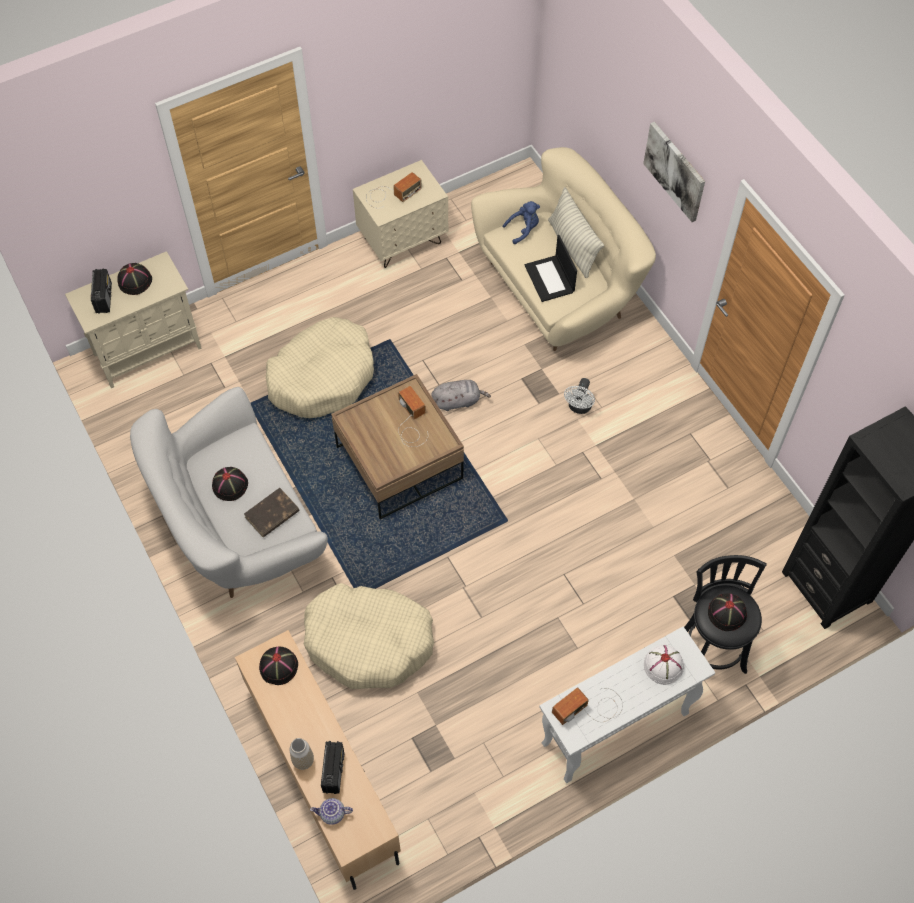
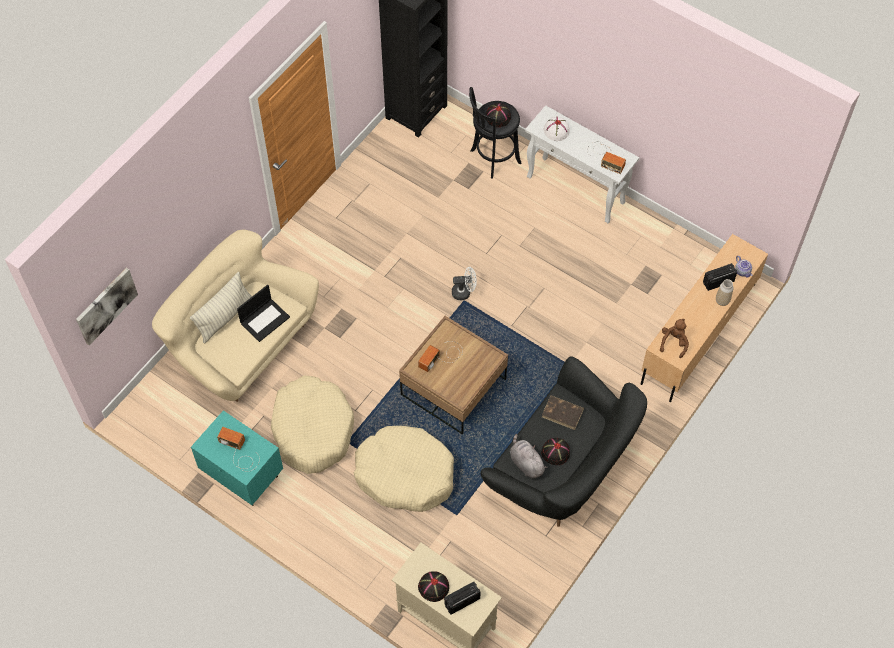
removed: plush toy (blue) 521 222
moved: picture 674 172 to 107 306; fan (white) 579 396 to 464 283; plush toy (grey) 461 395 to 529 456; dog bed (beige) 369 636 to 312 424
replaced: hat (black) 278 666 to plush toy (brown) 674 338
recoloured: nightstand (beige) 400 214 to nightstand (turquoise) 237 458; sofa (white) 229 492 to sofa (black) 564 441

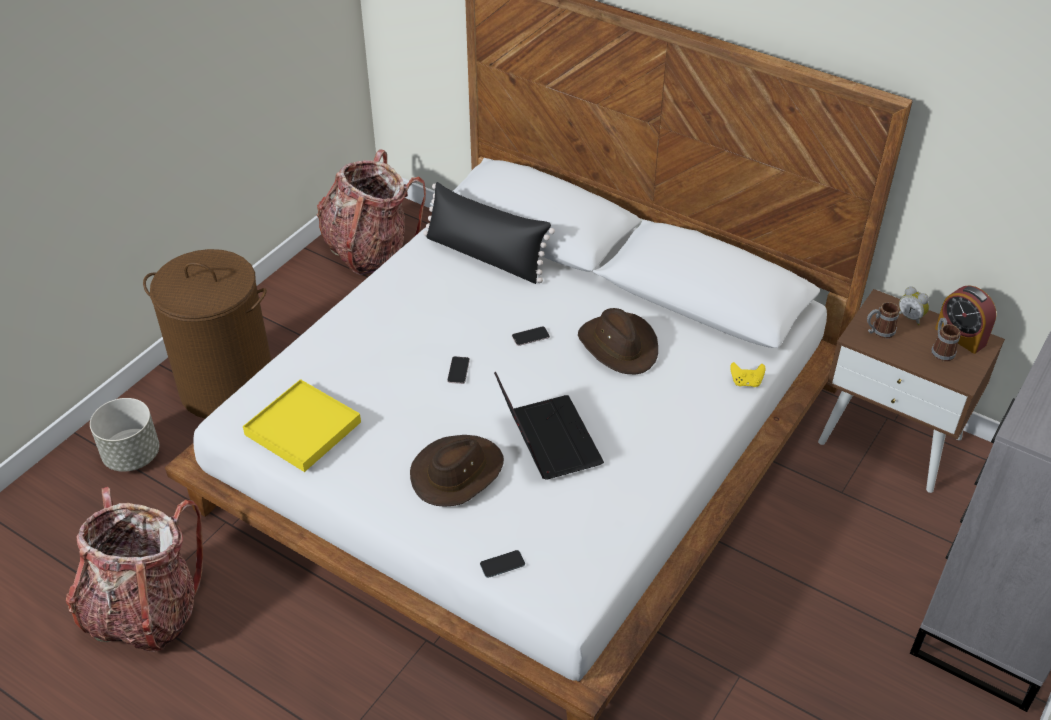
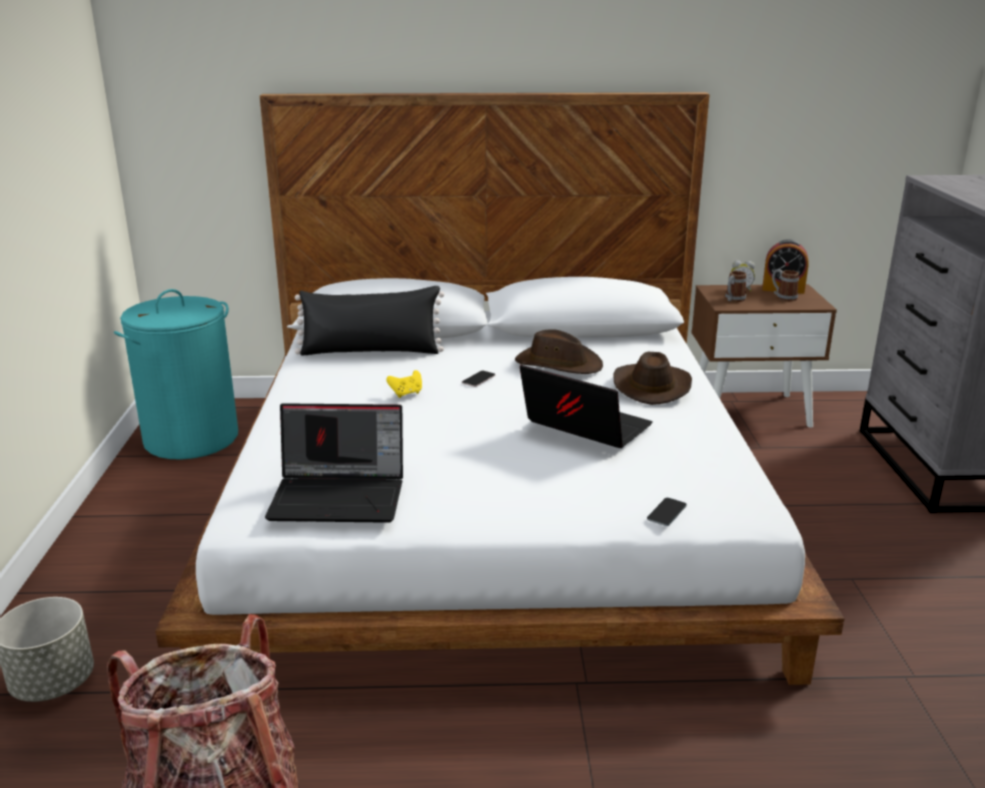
removed: laundry basket (brown) 207 334; phone 458 370
moved: game controller (yellow) 747 374 to 404 384; hat (brown) 457 471 to 652 378
replaced: backpack 371 212 to laundry basket (turquoise) 176 374; tray (yellow) 302 425 to laptop 334 463

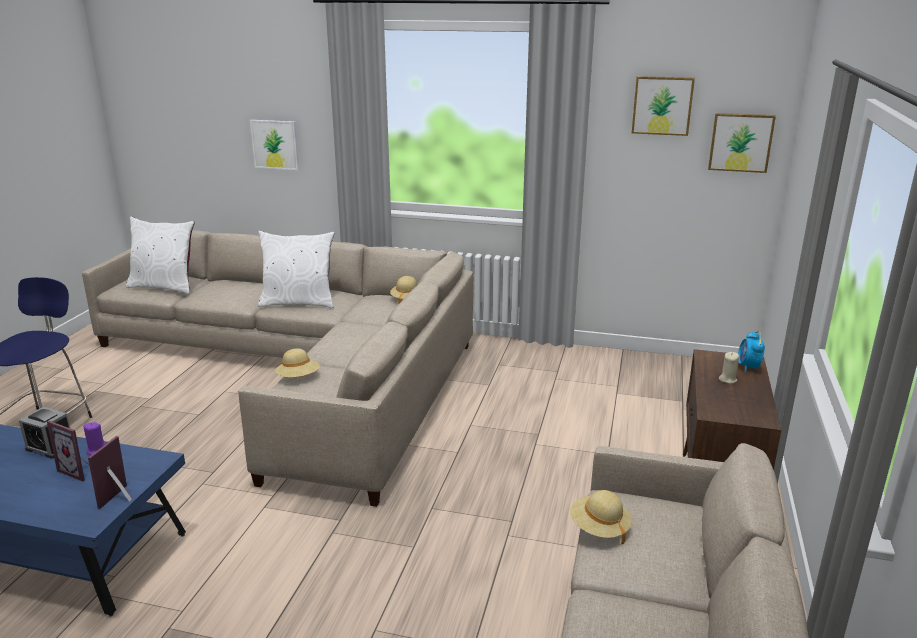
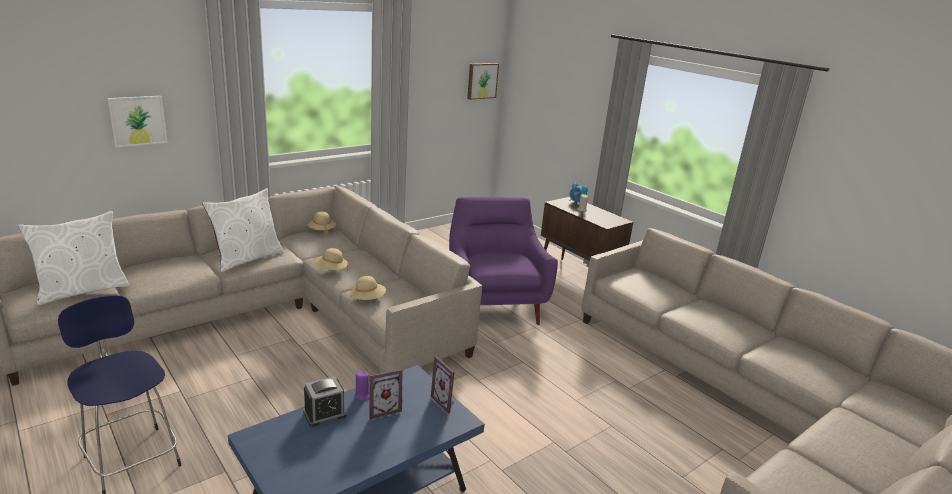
removed: picture 663 106
added: armchair (purple) 503 261
moved: hat (beige) 601 517 to 331 259

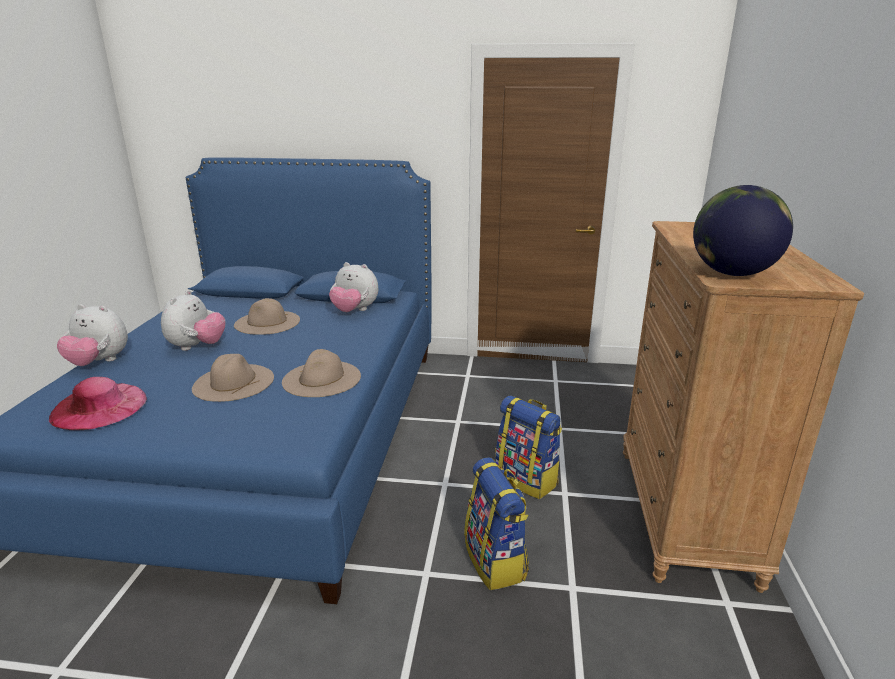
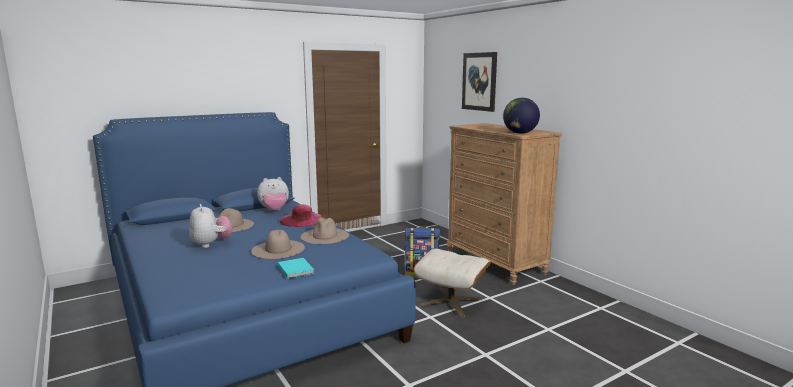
removed: plush toy 92 335
added: picture 479 82; book (turquoise) 296 268
moved: hat (pink) 98 403 to 301 215
replaced: backpack 496 523 to ottoman (beige) 452 283

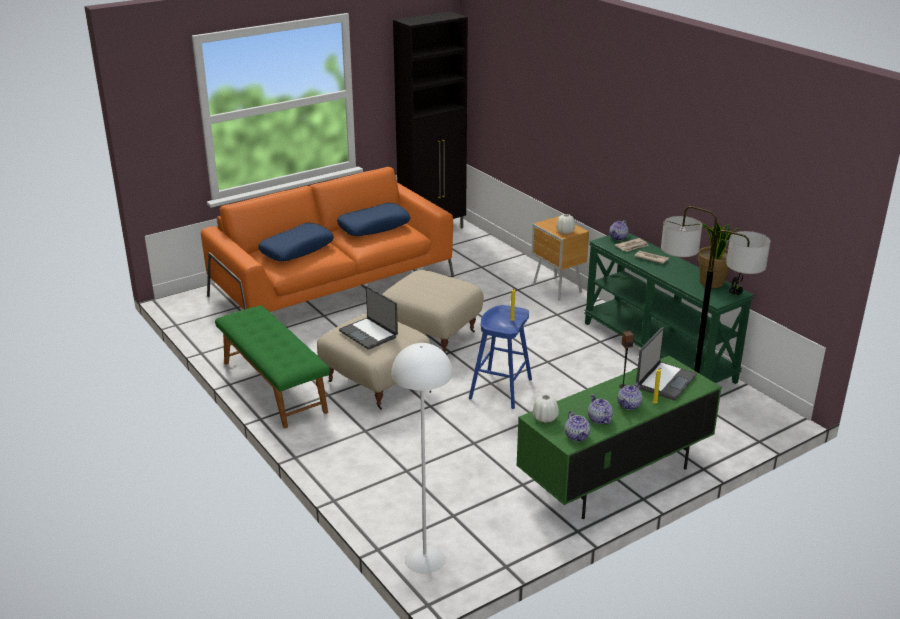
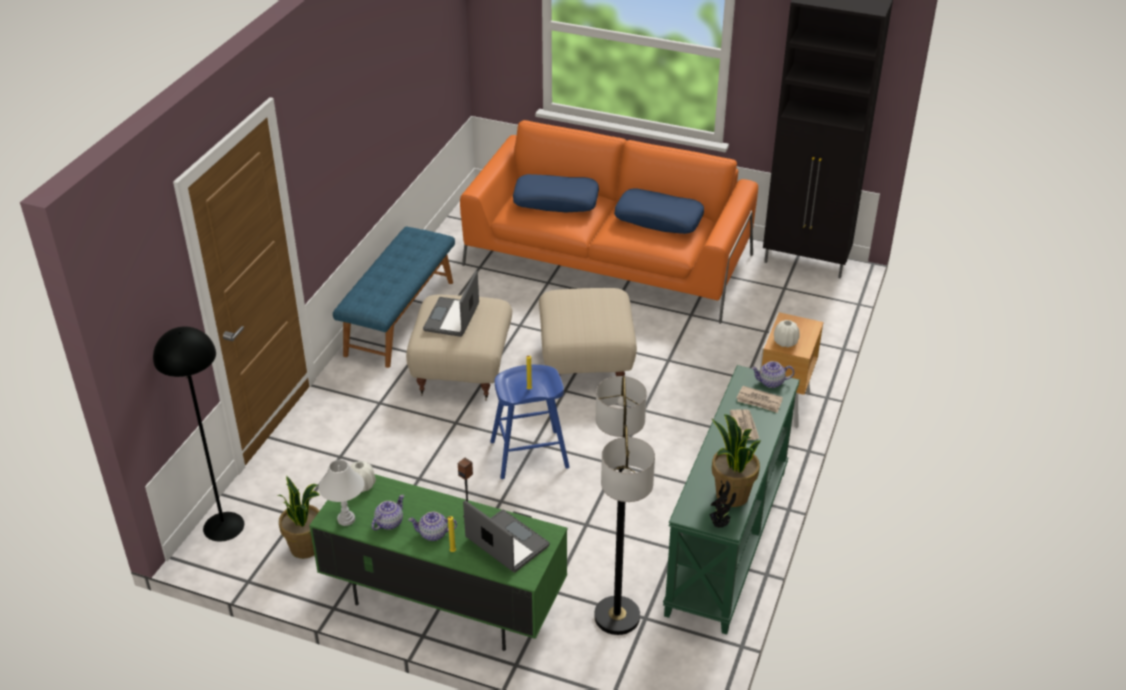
added: potted plant 298 517
replaced: teapot 577 426 to table lamp (white) 341 493
recoloured: bench (green) 272 367 to bench (blue) 394 297; floor lamp (white) 422 458 to floor lamp (black) 198 434
turned: laptop 666 364 = 506 536 135 degrees counterclockwise

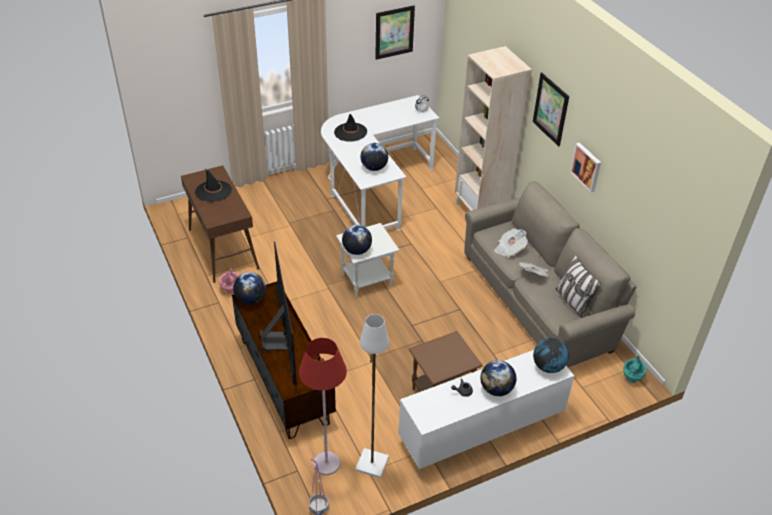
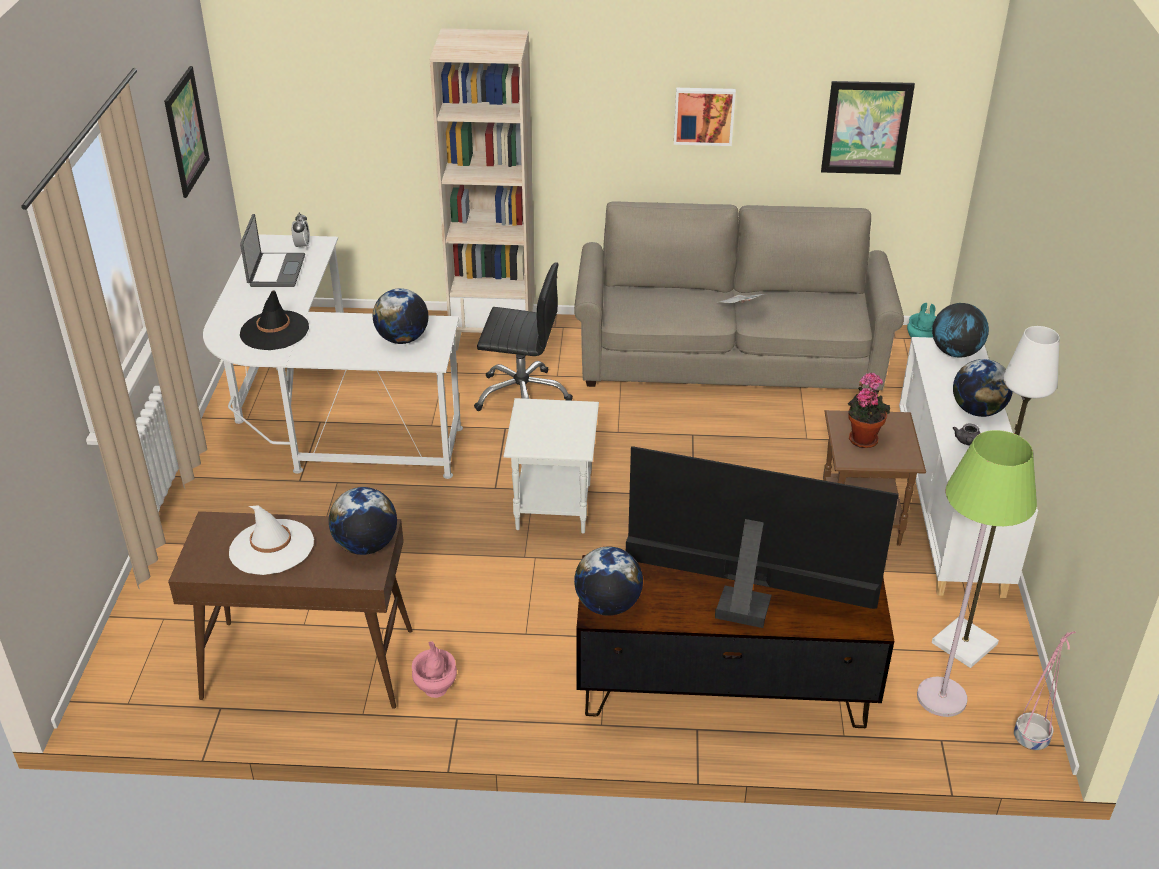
removed: newspaper 511 243; pillow 578 286
added: laptop 272 250; office chair (black) 523 336; potted plant 869 410
moved: picture 551 109 to 868 128; globe 357 240 to 363 521
recoloured: hat (black) 213 185 to hat (white) 271 540; floor lamp (red) 323 406 to floor lamp (green) 977 573

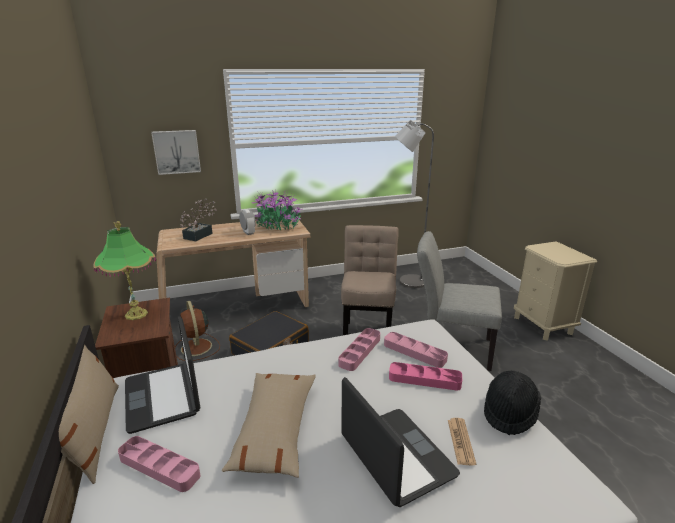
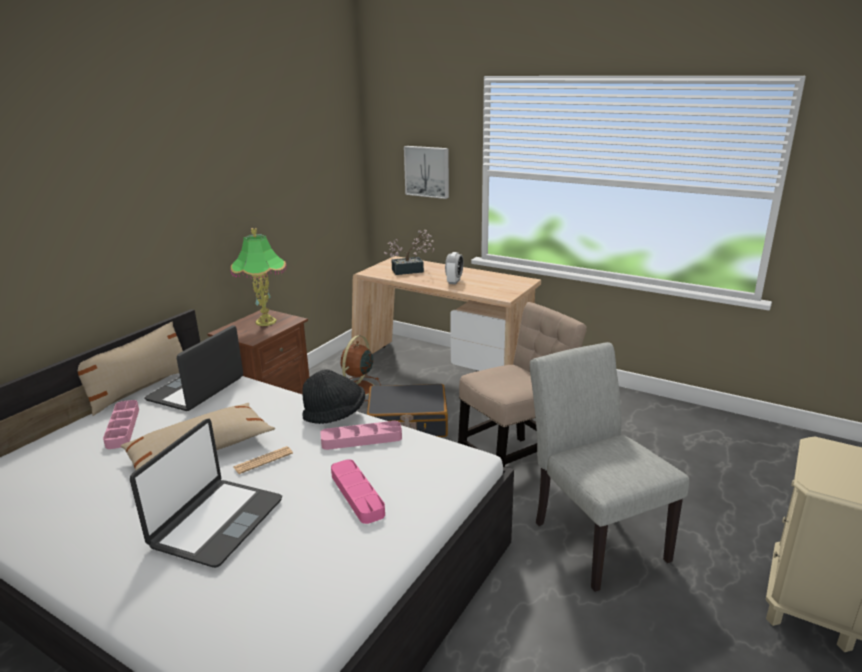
removed: floor lamp (grey) 414 204; potted plant 277 210; tray (pink) 416 350
moved: hat (black) 512 403 to 333 396; newspaper 462 441 to 263 460

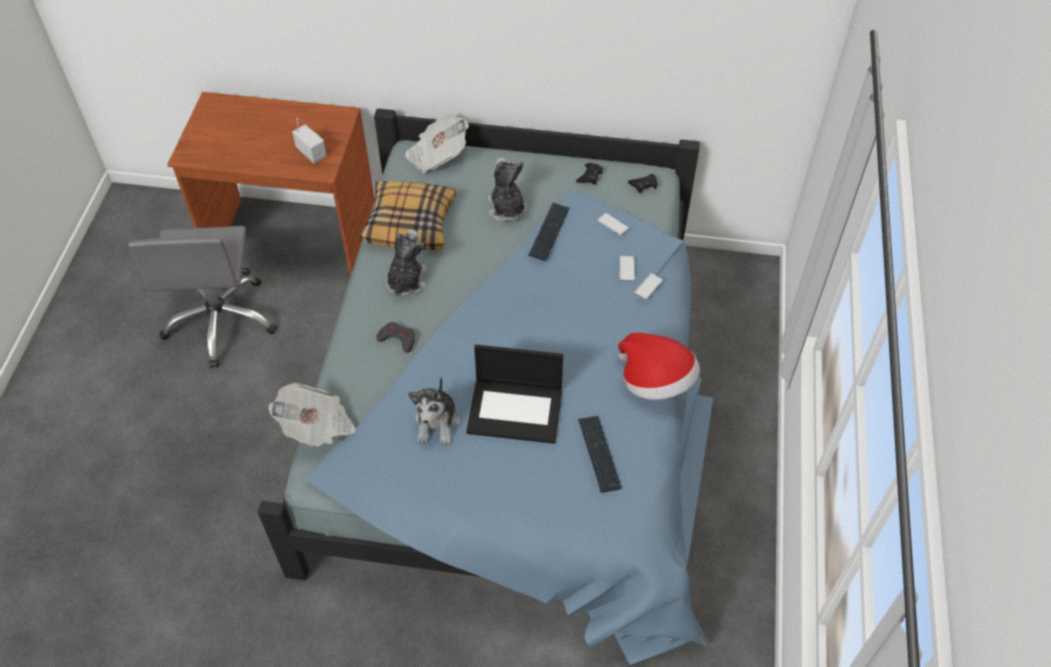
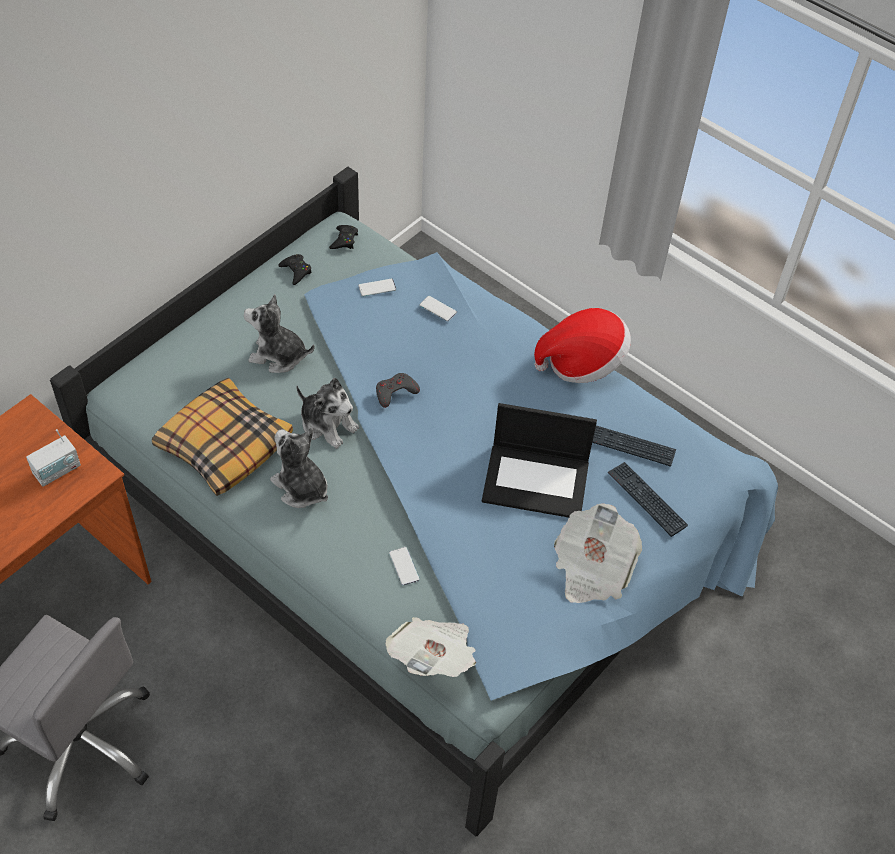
moved: newspaper 437 144 to 598 553; keyboard 549 232 to 648 499; phone 648 286 to 404 566; game controller (grey) 395 337 to 398 390; plush toy 434 410 to 327 413
turned: radio 309 141 = 53 458 150 degrees clockwise; laptop 514 394 = 539 460 60 degrees clockwise

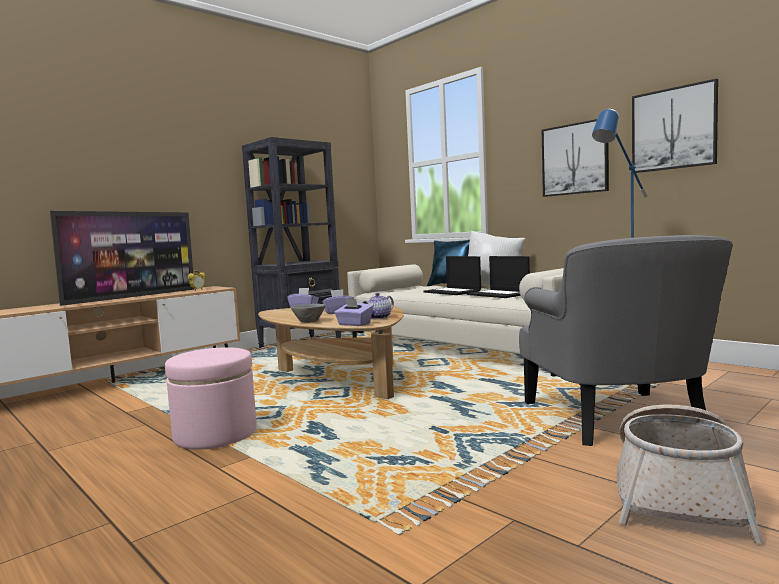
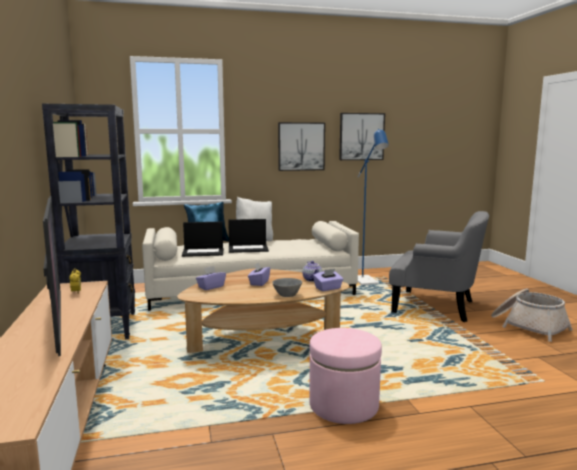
moved: laptop 498 277 to 202 239

